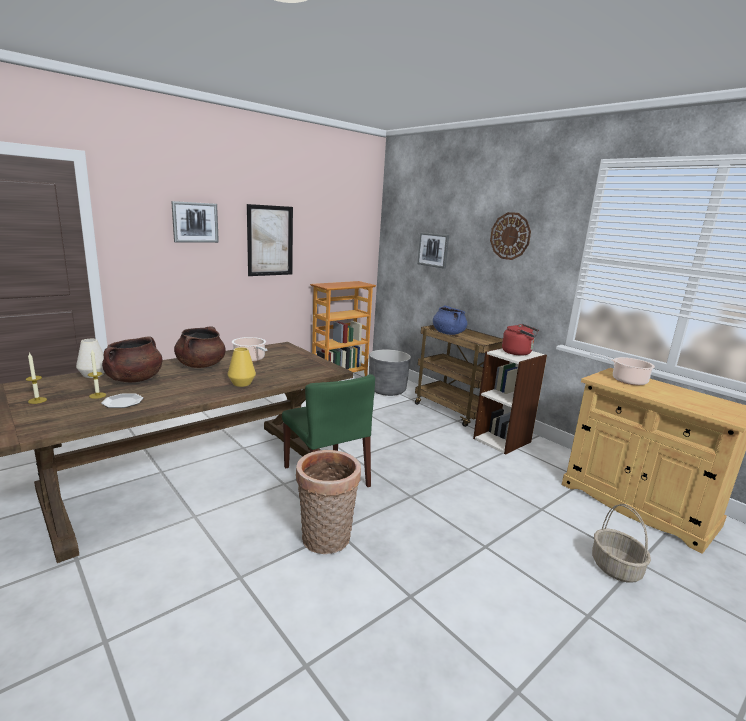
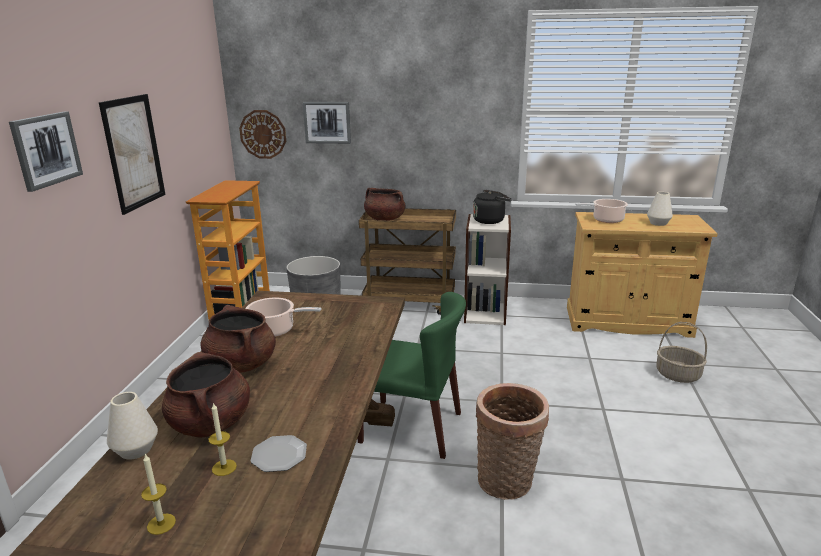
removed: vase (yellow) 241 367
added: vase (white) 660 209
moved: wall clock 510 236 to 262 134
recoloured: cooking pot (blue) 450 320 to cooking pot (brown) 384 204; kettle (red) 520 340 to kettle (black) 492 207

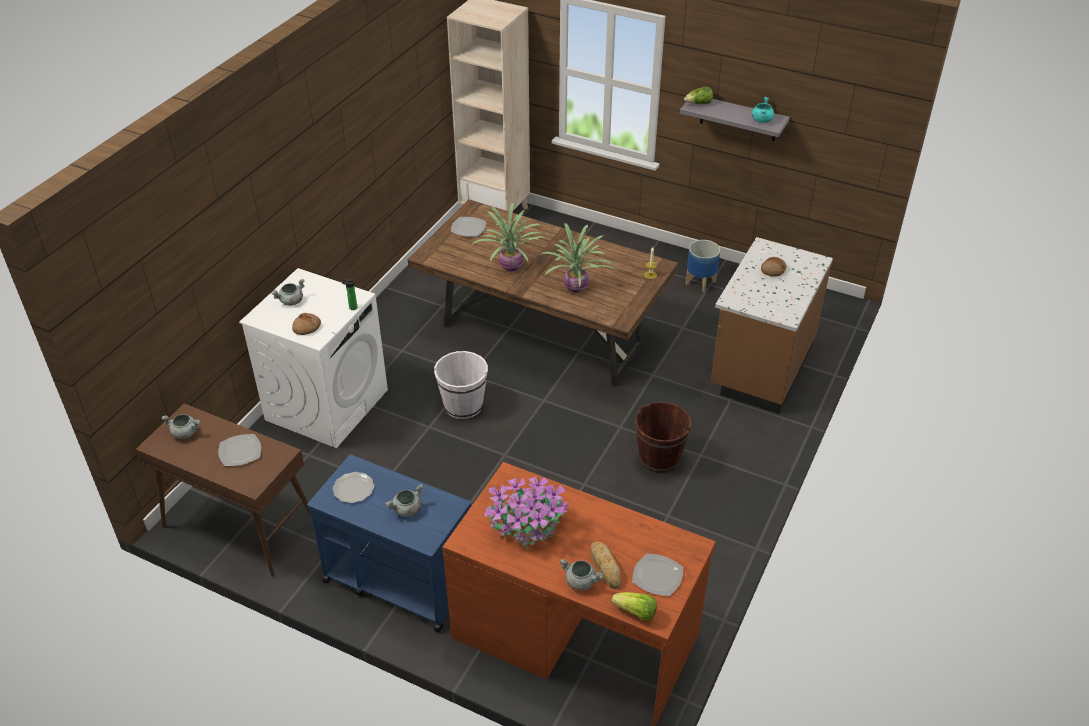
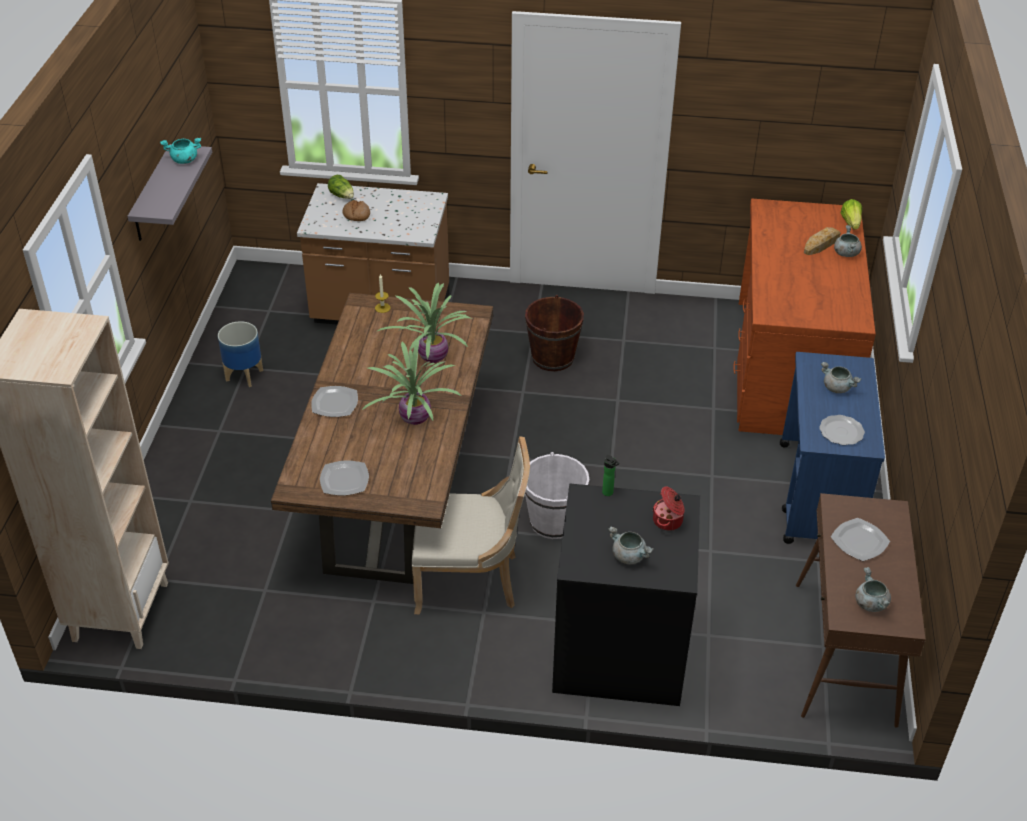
removed: potted plant 526 512
added: chair (beige) 471 525
moved: lettuce 698 95 to 341 187; plate 657 574 to 334 401
replaced: bread 306 324 to cooking pot 668 508
recoloured: washing machine (white) 313 358 to washing machine (black) 626 594

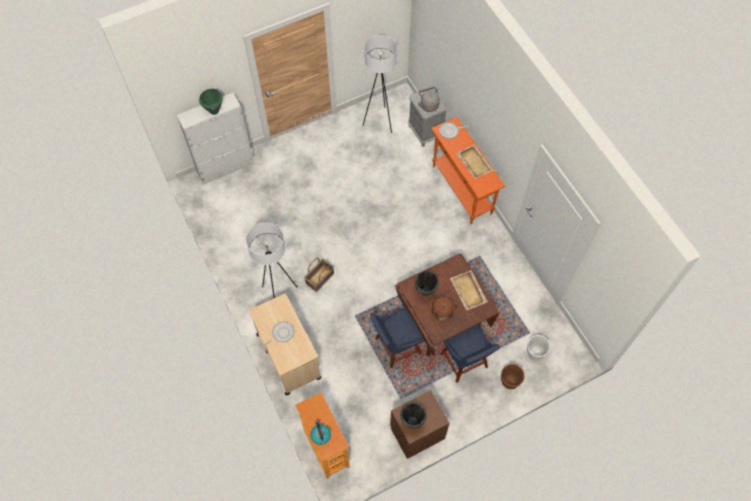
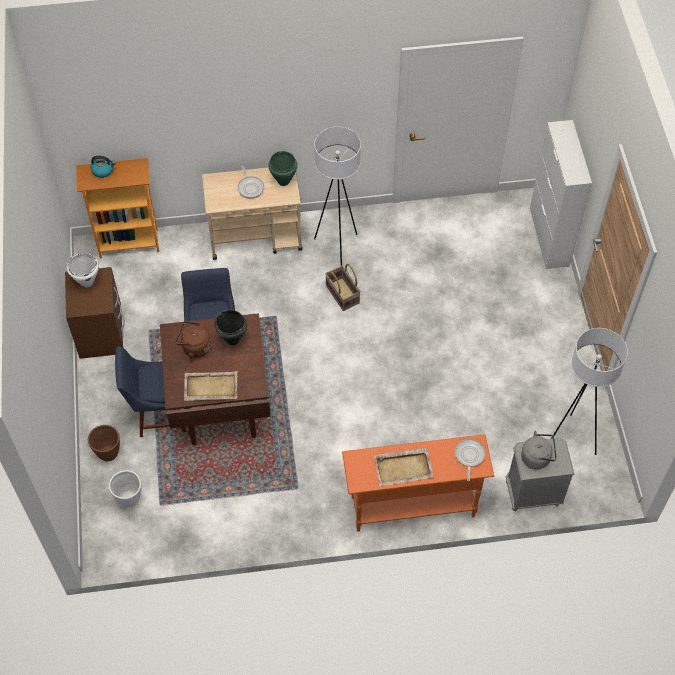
moved: cooking pot (green) 210 102 to 282 168
recoloured: cooking pot (black) 413 416 to cooking pot (white) 83 270

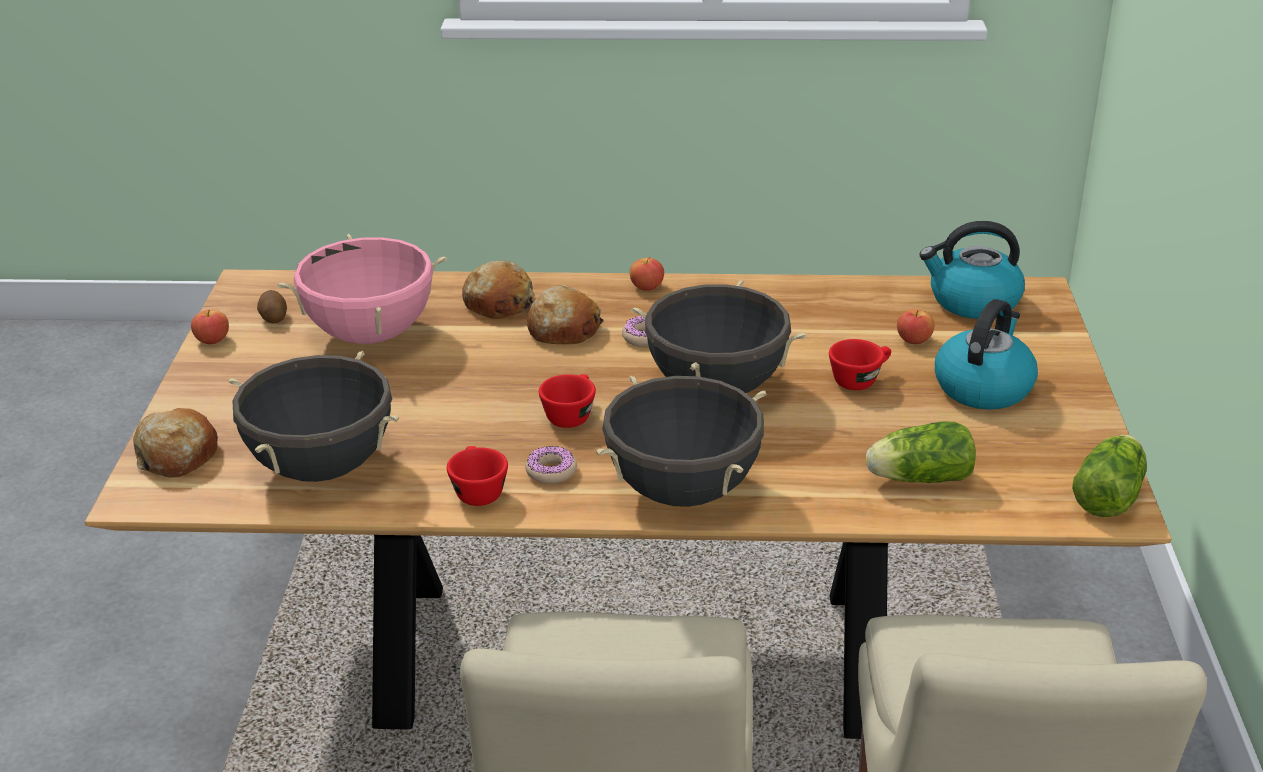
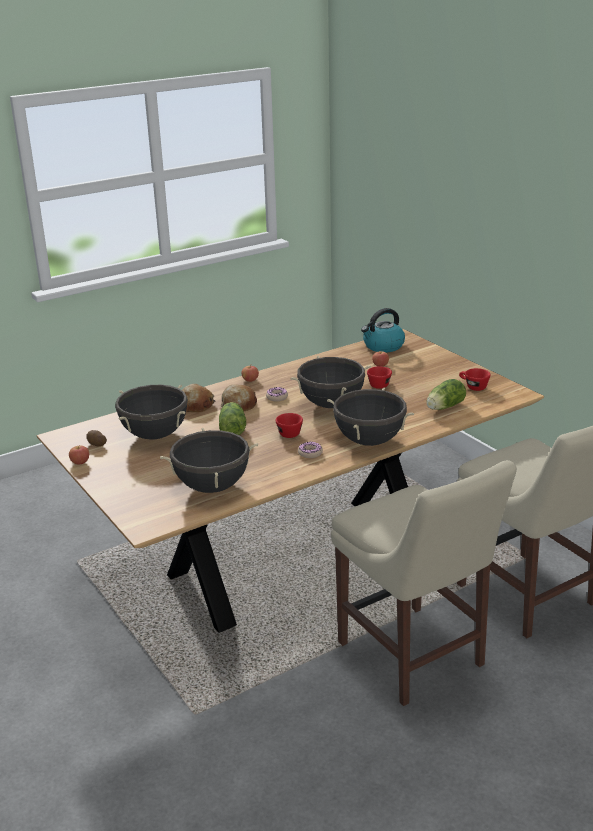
removed: kettle 986 354; bread 175 443
moved: lettuce 1109 476 to 232 418; cup (red) 477 476 to 475 379
recoloured: cooking pot (pink) 362 289 to cooking pot (black) 151 412

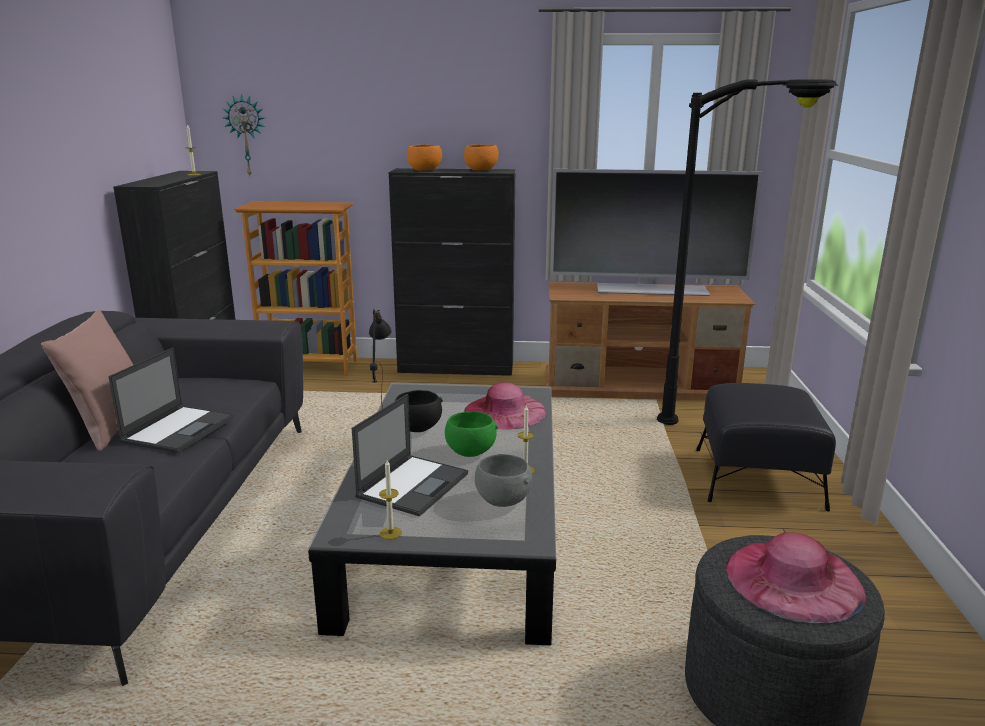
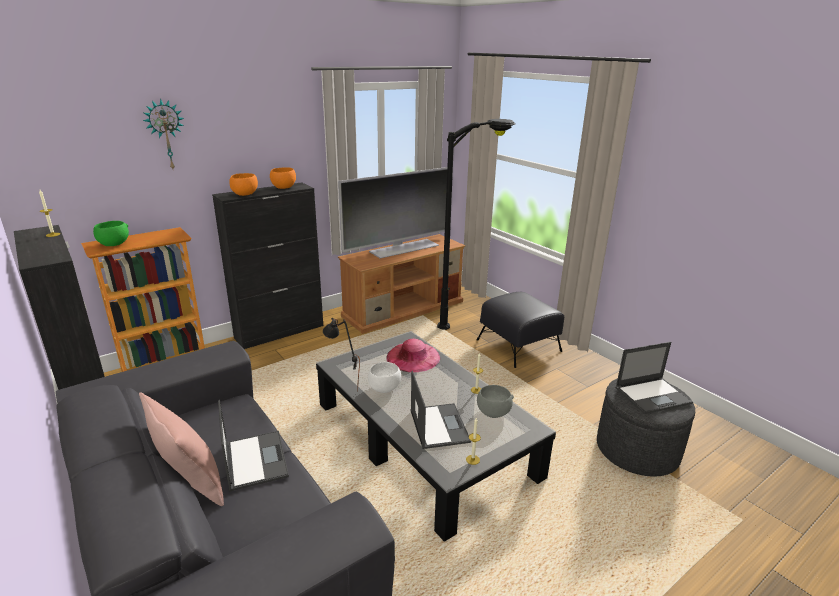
moved: wall clock 244 135 to 163 133; bowl (green) 471 434 to 111 233
replaced: hat (pink) 796 577 to laptop 654 378
recoloured: bowl (black) 419 411 to bowl (white) 384 377

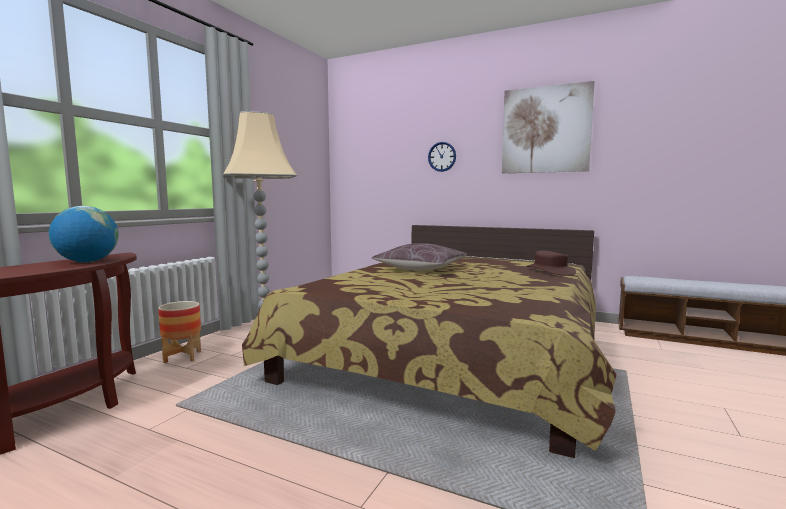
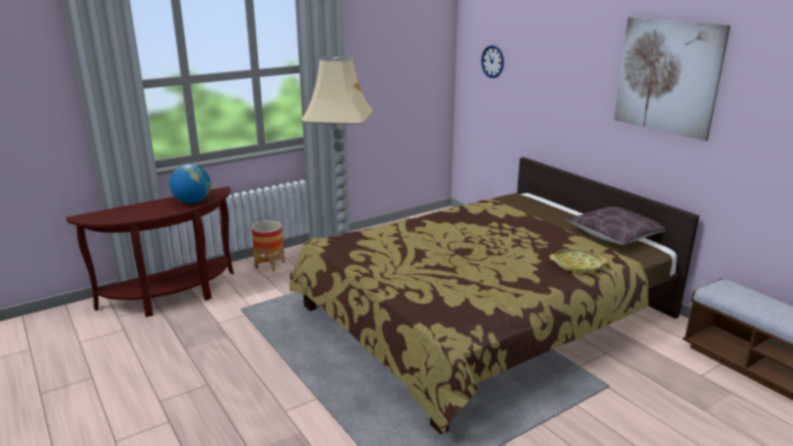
moved: wall clock 442 157 to 492 61; pillow (brown) 419 257 to 616 225
replaced: hat (brown) 551 263 to tray (yellow) 578 261

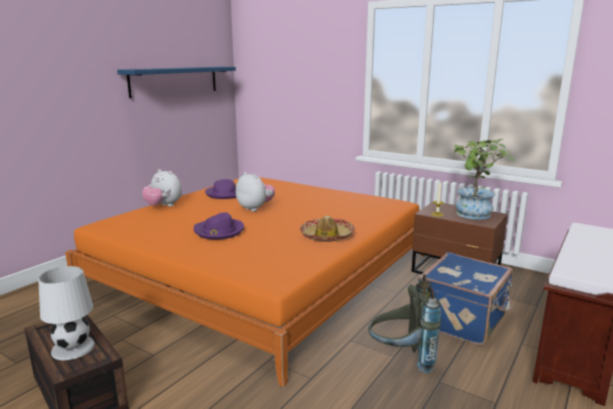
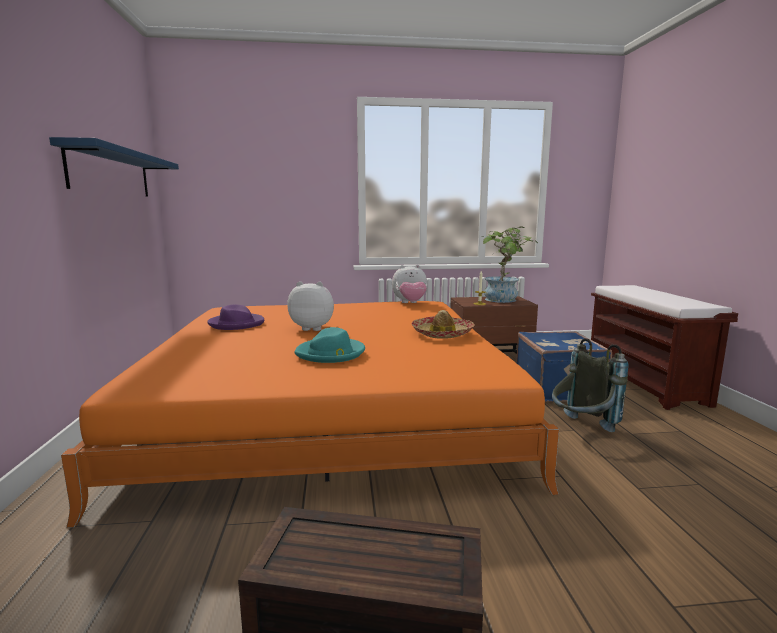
removed: table lamp (white) 66 313
moved: plush toy 162 188 to 409 284
recoloured: hat (purple) 219 226 to hat (turquoise) 329 345

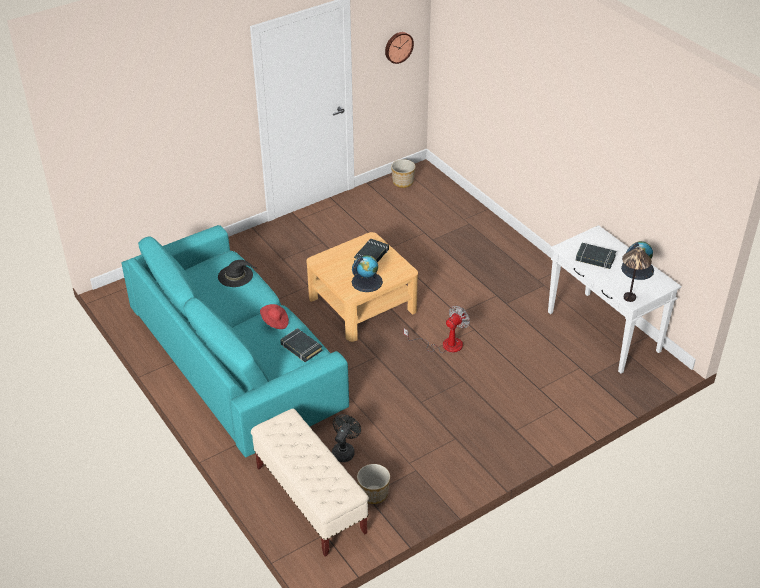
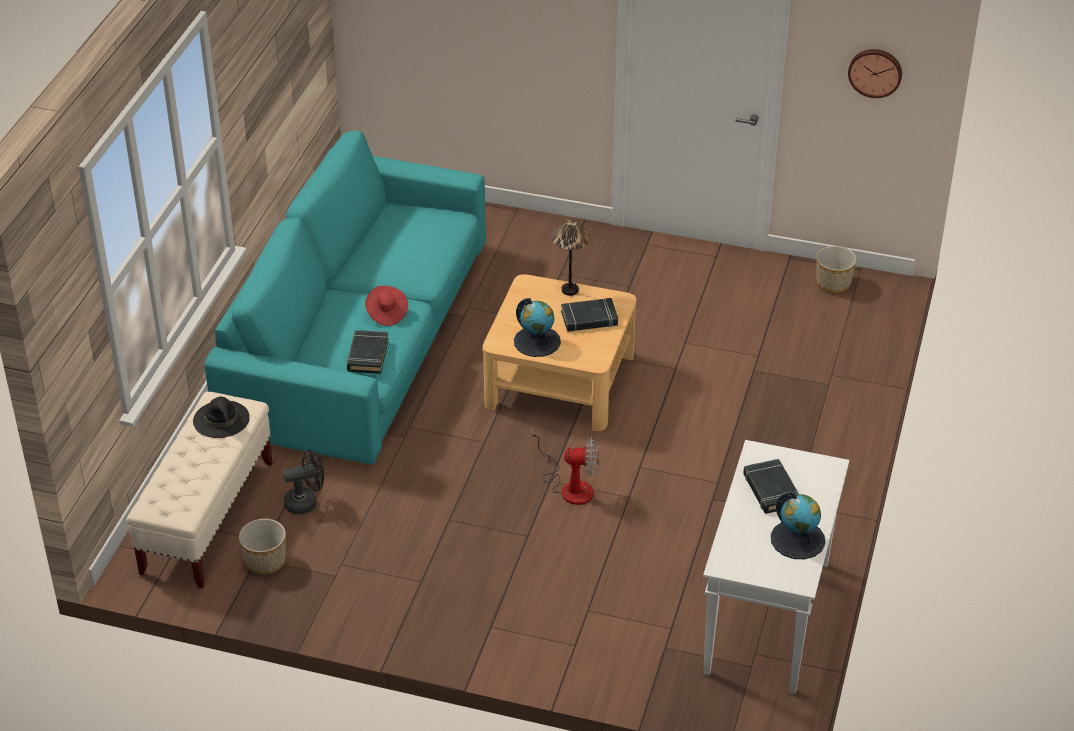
moved: table lamp 637 274 to 571 258; hat (black) 237 273 to 221 417

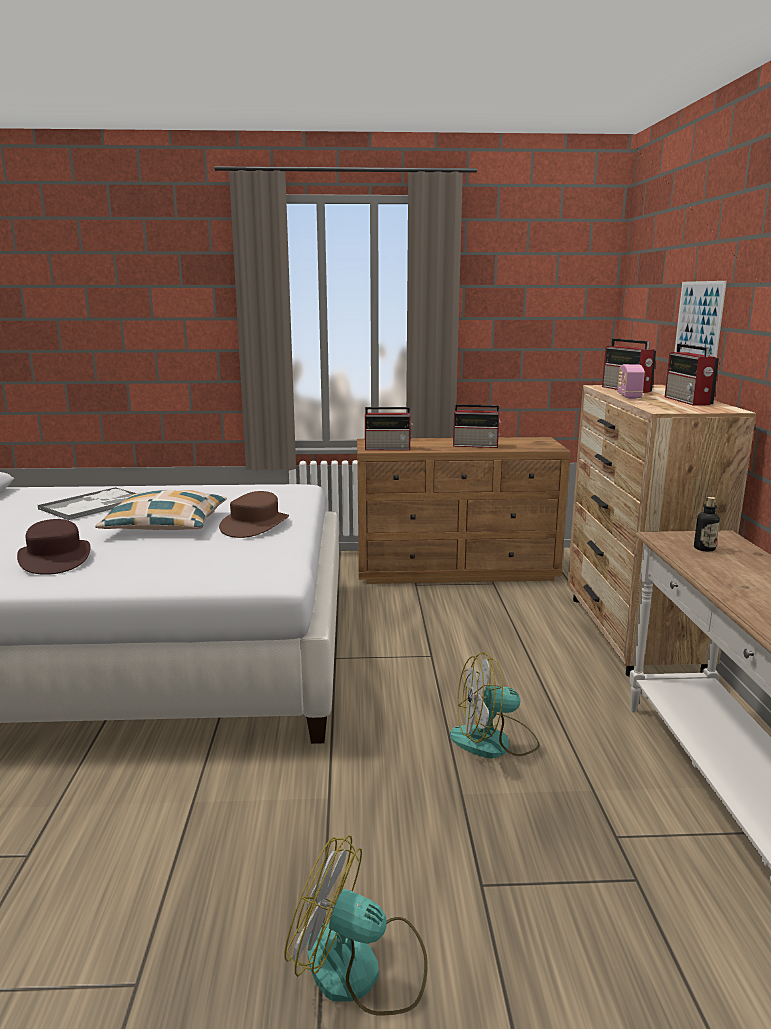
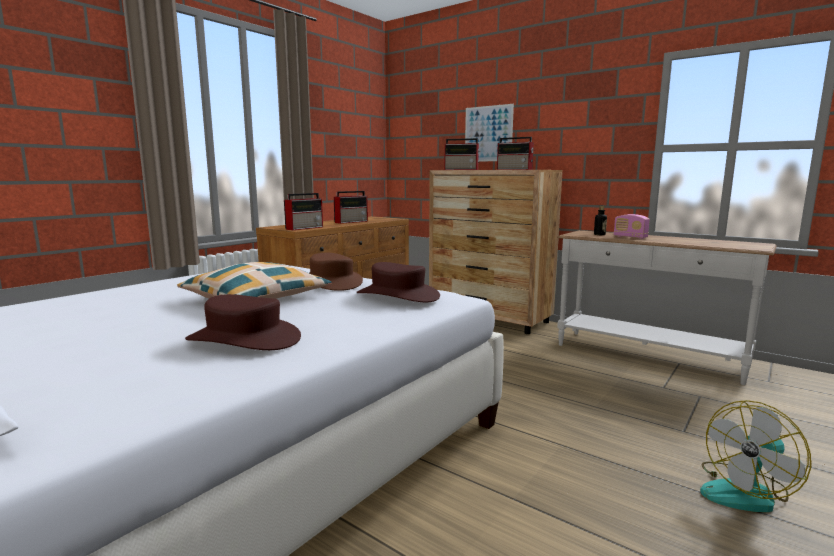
removed: tray 87 503; fan 495 705
added: hat (brown) 398 282
moved: radio 631 381 to 632 226

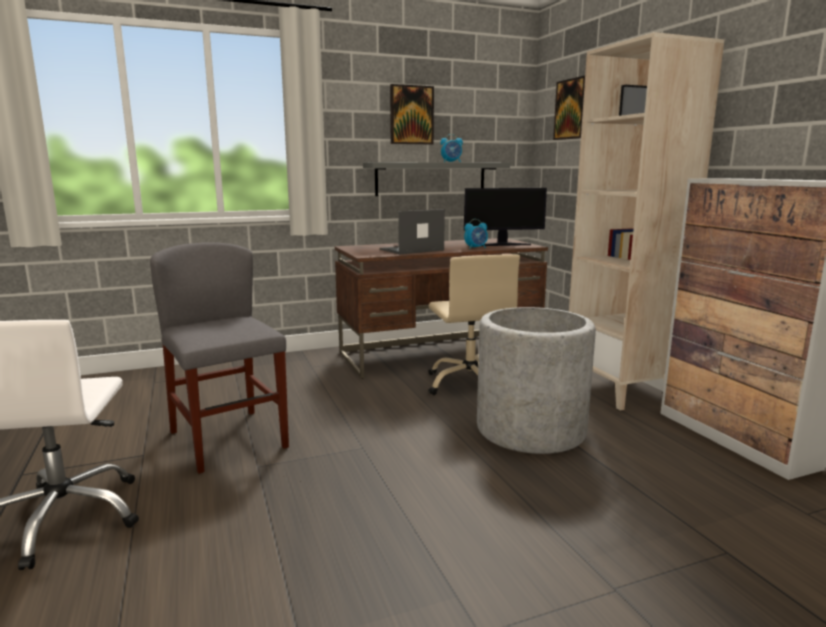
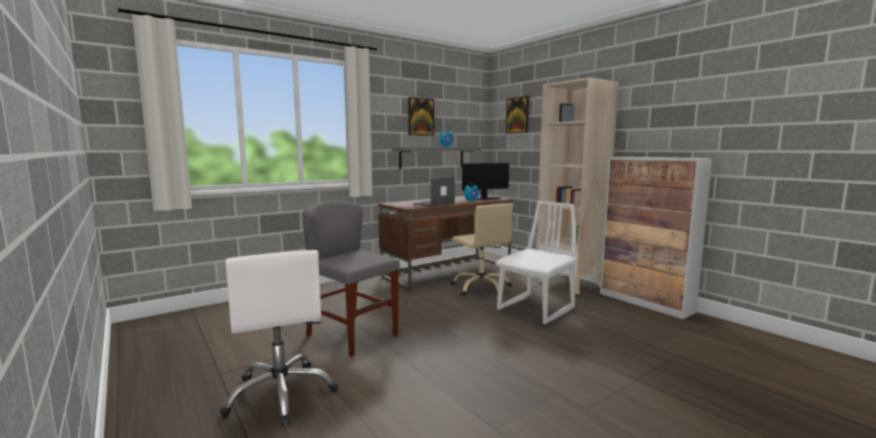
replaced: planter (grey) 536 380 to chair (white) 537 262

